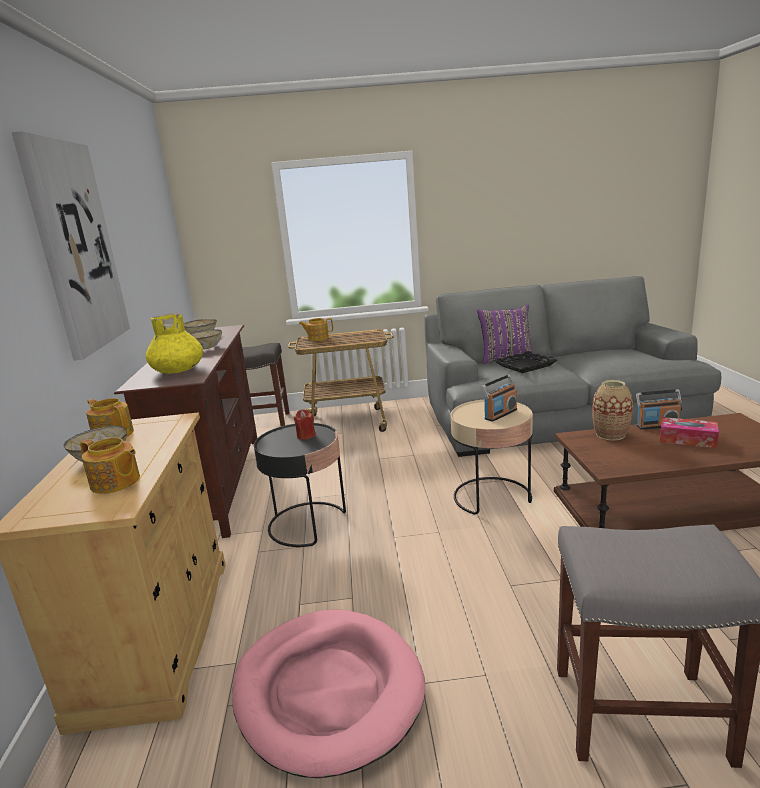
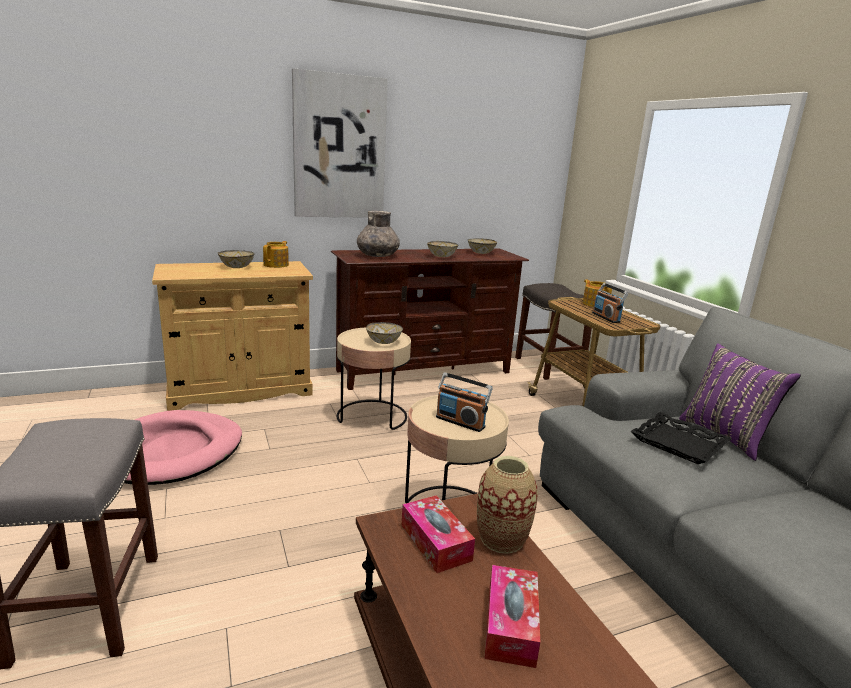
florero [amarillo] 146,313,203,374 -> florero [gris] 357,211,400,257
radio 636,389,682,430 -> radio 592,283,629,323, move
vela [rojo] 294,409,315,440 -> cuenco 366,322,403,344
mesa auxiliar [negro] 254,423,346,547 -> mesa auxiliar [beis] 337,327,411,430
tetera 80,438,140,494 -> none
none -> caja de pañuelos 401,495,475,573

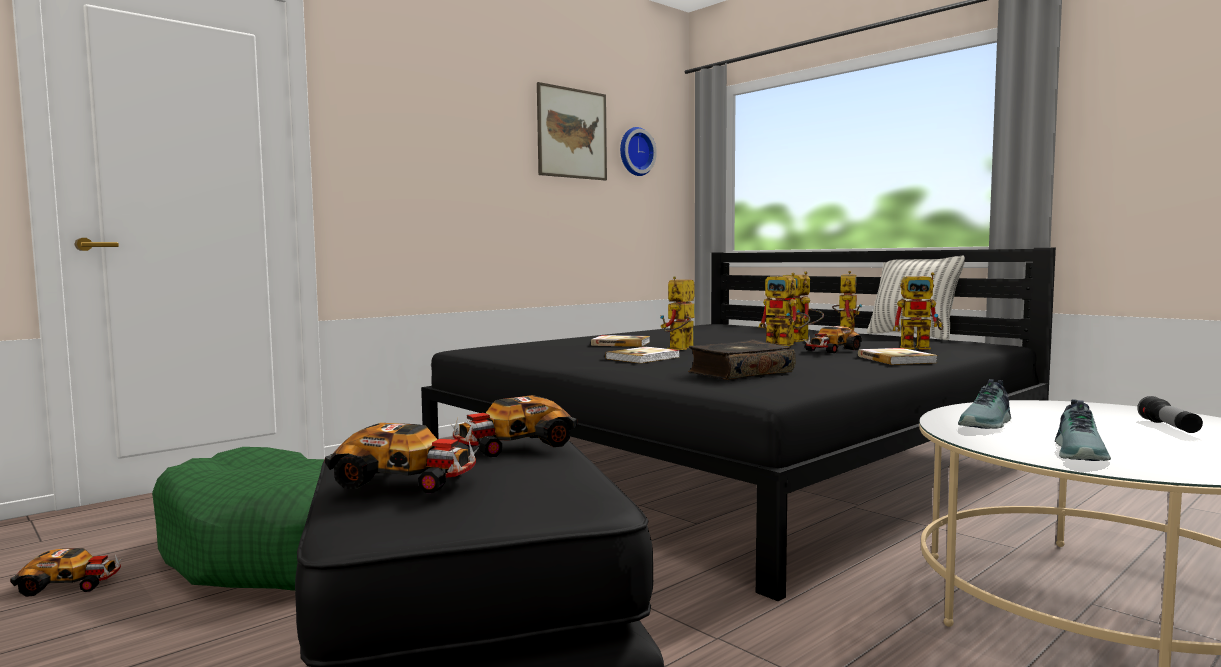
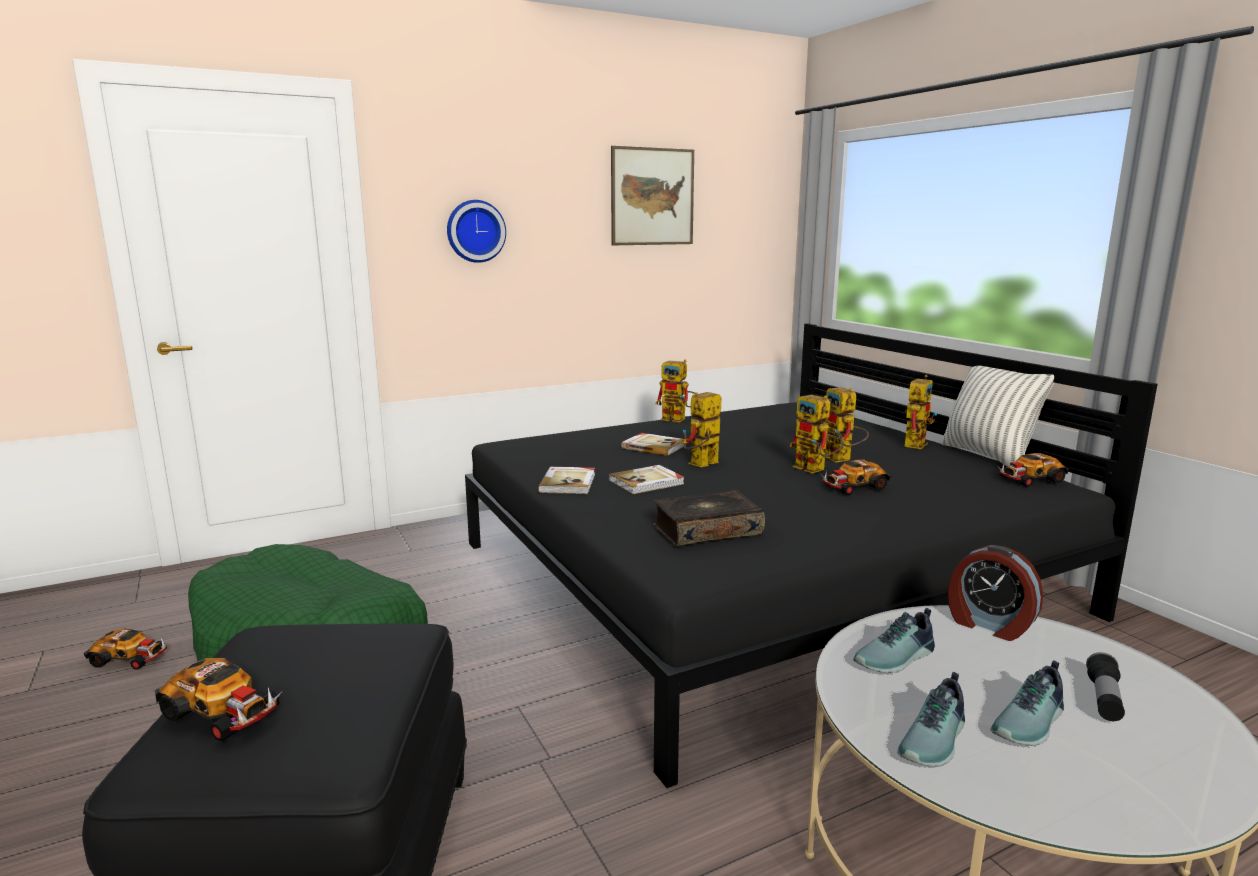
reloj de pared 620,127,657,176 -> reloj de pared 447,200,506,263, move
robot de juguete 893,272,943,350 -> robot de juguete 655,360,695,423, move
libro 858,348,938,365 -> libro 538,467,595,494, move
coche de juguete 450,395,578,457 -> coche de juguete 998,453,1069,487, move
none -> despertador 948,545,1043,641
none -> zapato 990,660,1064,746

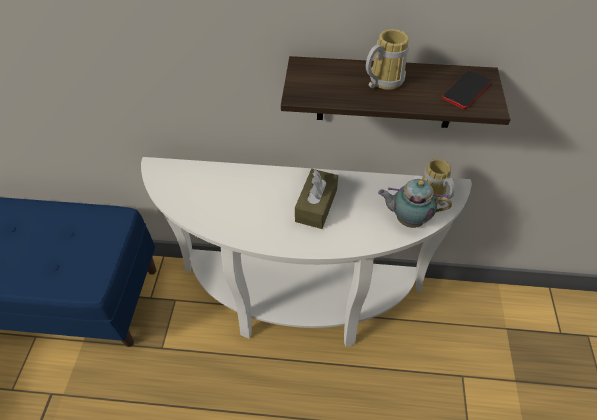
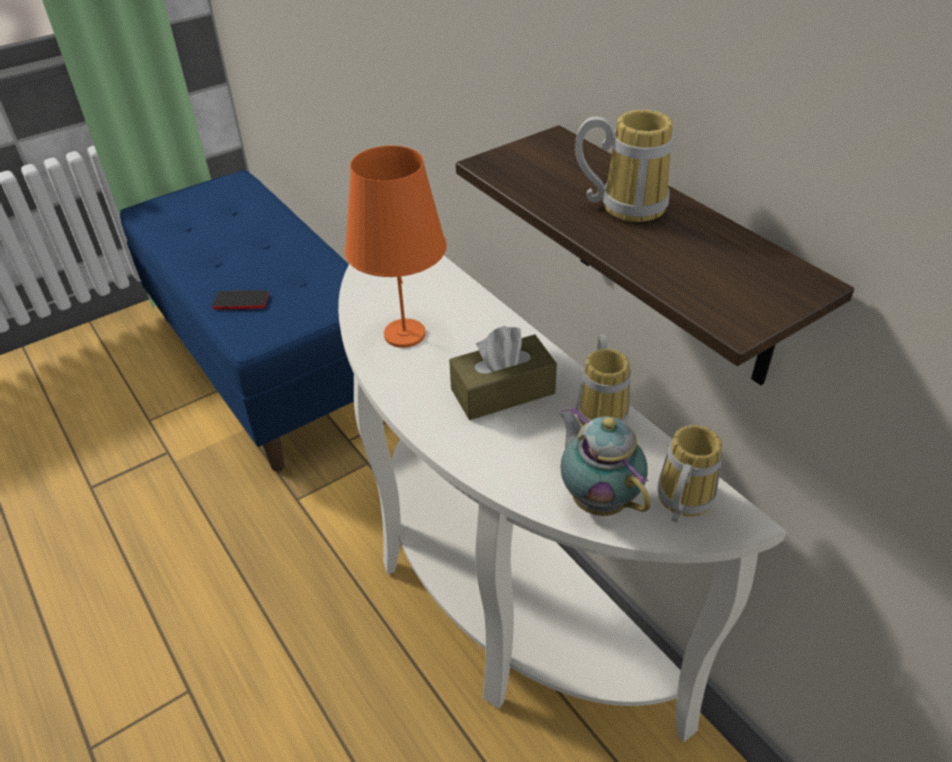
móvil 442,71,491,109 -> móvil 212,290,269,309, move
none -> lámpara de mesa [naranja] 345,146,447,348
none -> taza grande 576,334,631,426

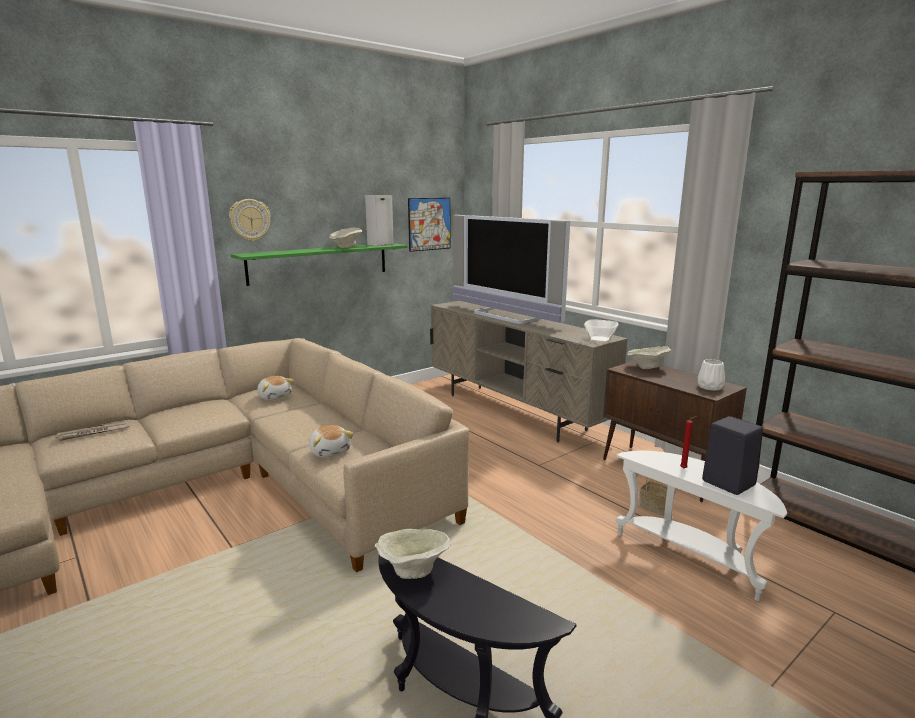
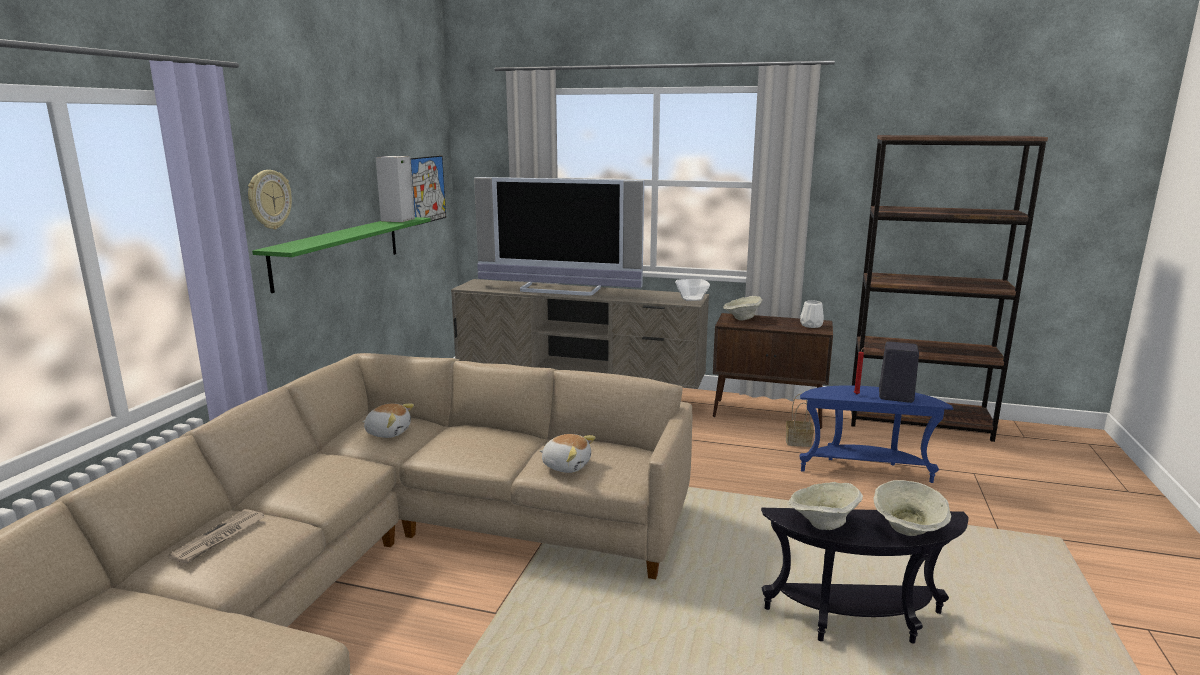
cuenco [beis] 329,228,362,248 -> cuenco [beis] 873,480,951,536, move
mesa auxiliar [blanco] 615,450,787,601 -> mesa auxiliar [azul] 799,385,953,483

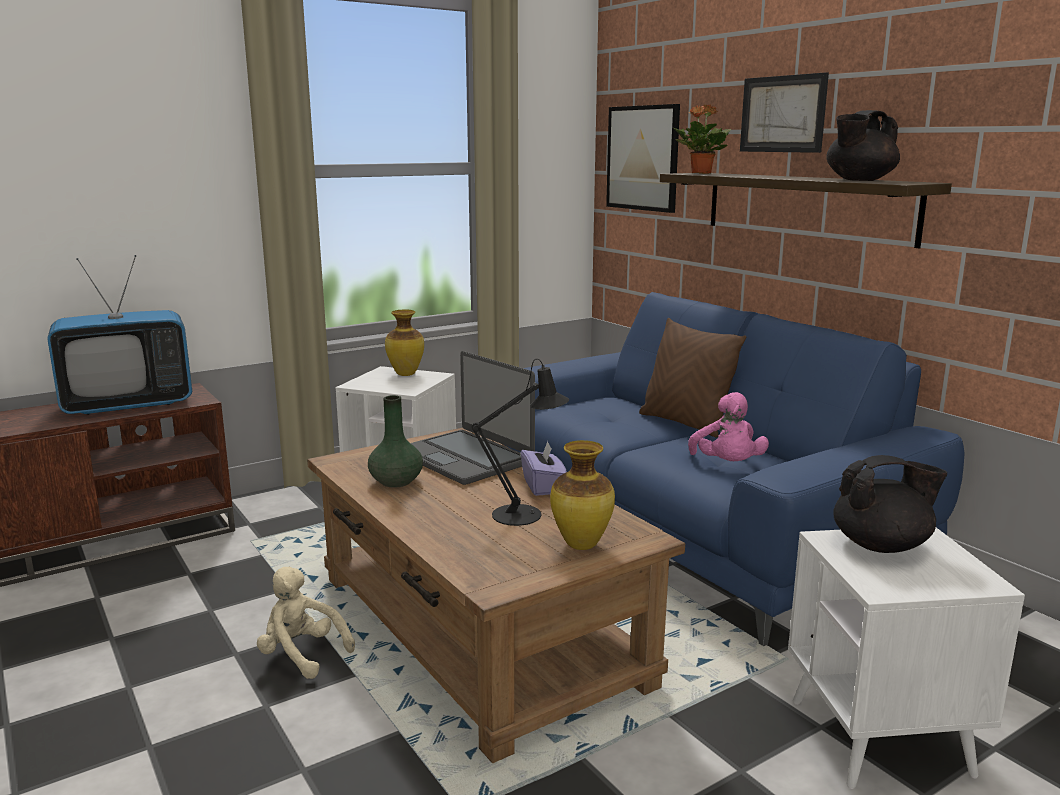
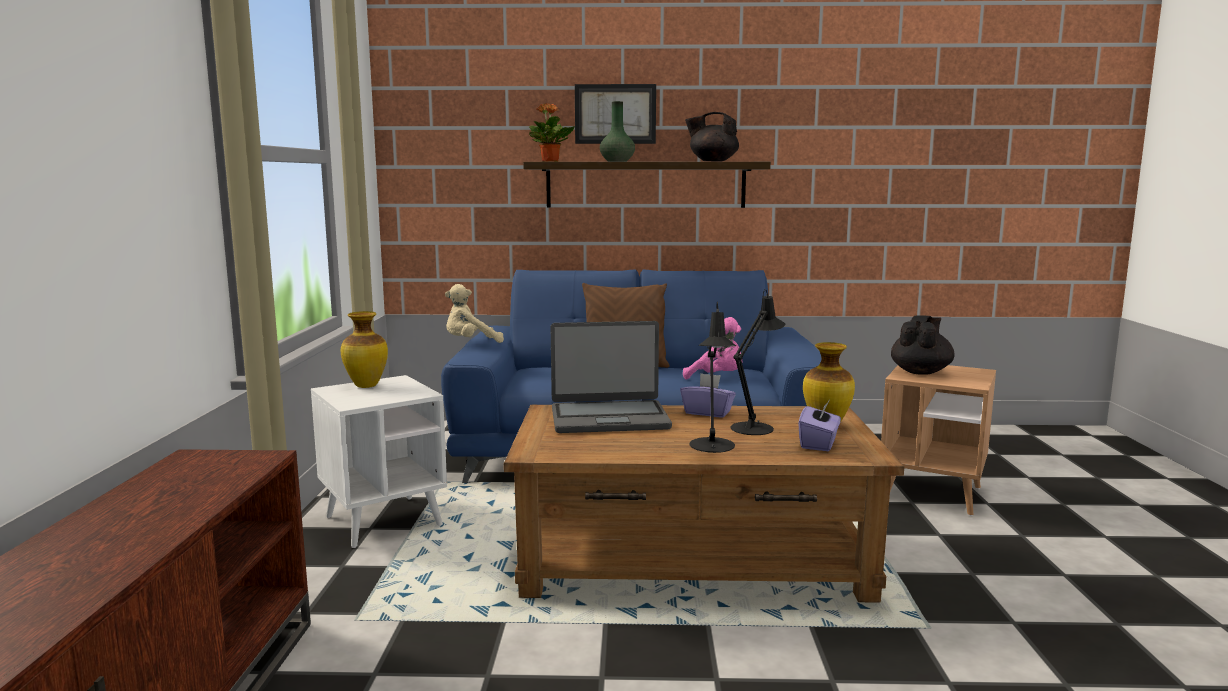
cuadro 606,104,680,213 -> none
tetera [negro] 826,110,900,181 -> tetera [negro] 685,112,739,162, 105 degrees clockwise
televisor 47,255,192,415 -> none
florero [verde] 368,395,423,488 -> florero [verde] 600,101,635,162, move
mesa auxiliar [blanco] 788,528,1025,789 -> mesa auxiliar [marrón] 881,365,996,516
peluche [beis] 257,567,355,679 -> peluche [beis] 445,284,504,343, move
none -> lámpara de mesa [negro] 689,302,736,453
none -> caja de pañuelos [morado] 798,401,841,451

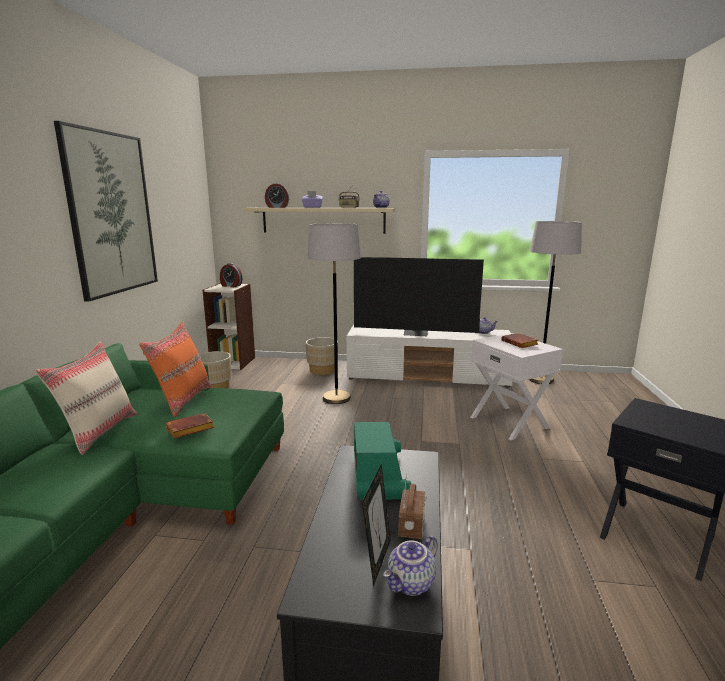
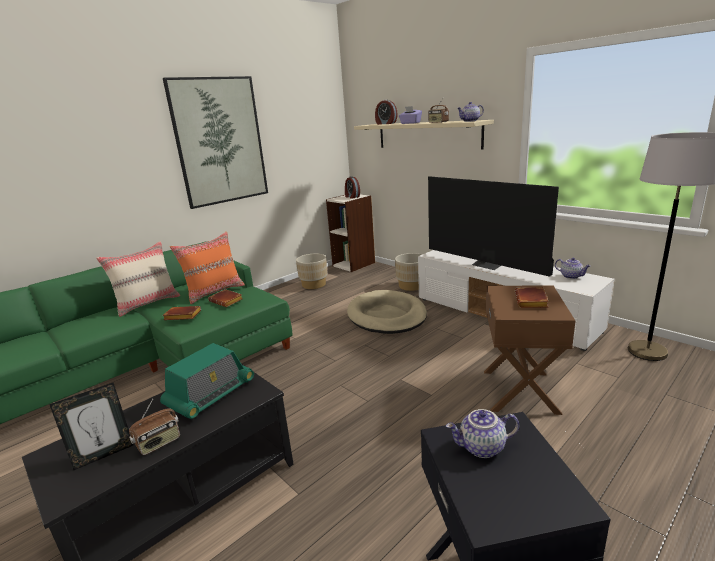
lámpara de pie [gris] 307,223,361,404 -> cama para perro [beis] 347,290,427,334
mesa auxiliar [blanco] 470,333,563,440 -> mesa auxiliar [marrón] 484,286,575,415
tetera 383,535,438,596 -> tetera 446,409,519,458, move
none -> libro [marrón] 208,289,243,307

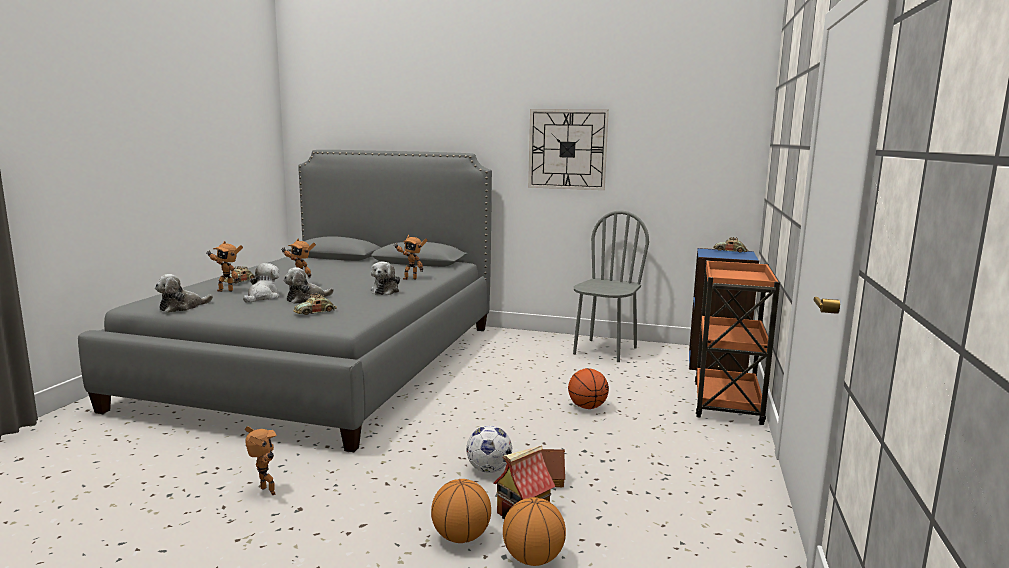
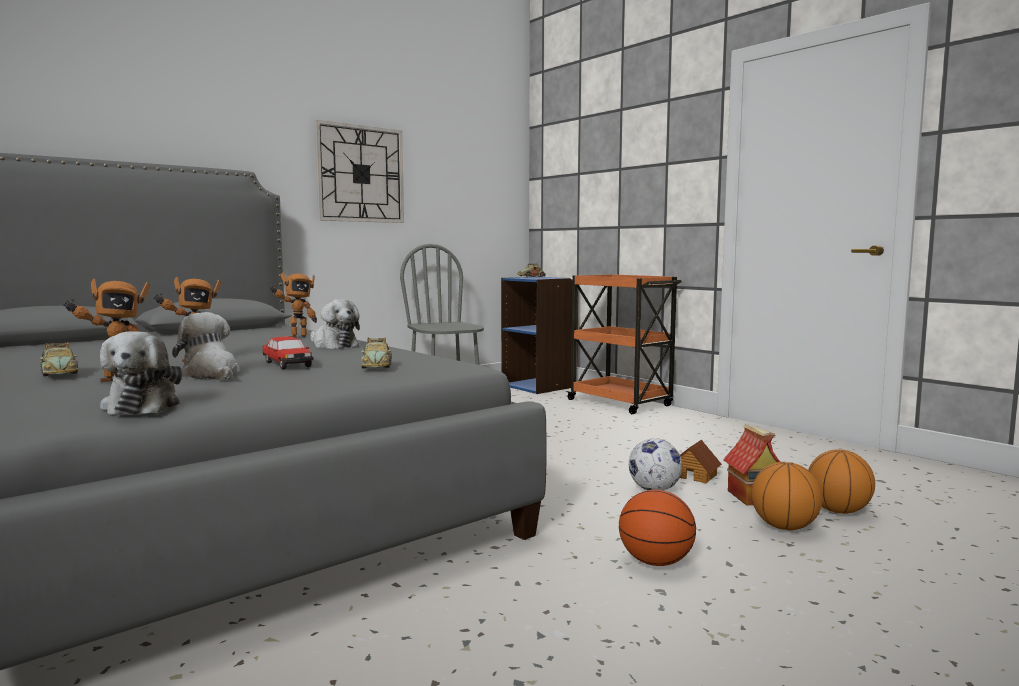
peluche 283,267,334,304 -> coche de juguete 262,337,314,370
balón de baloncesto 568,368,609,409 -> balón de baloncesto 619,490,696,566, move
robot de juguete 245,426,277,495 -> none

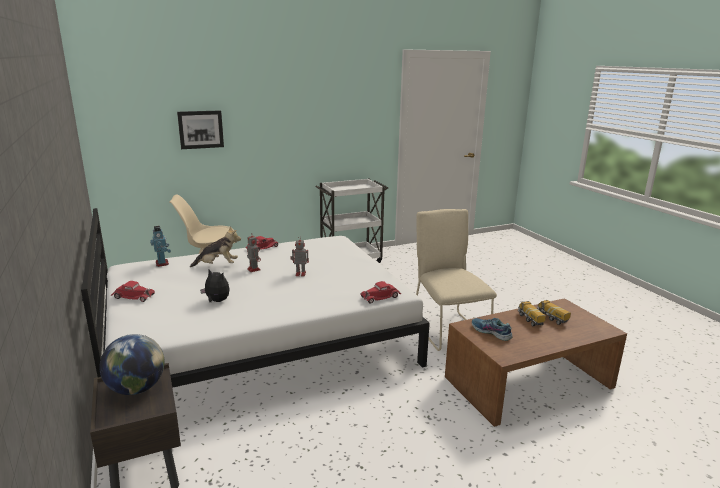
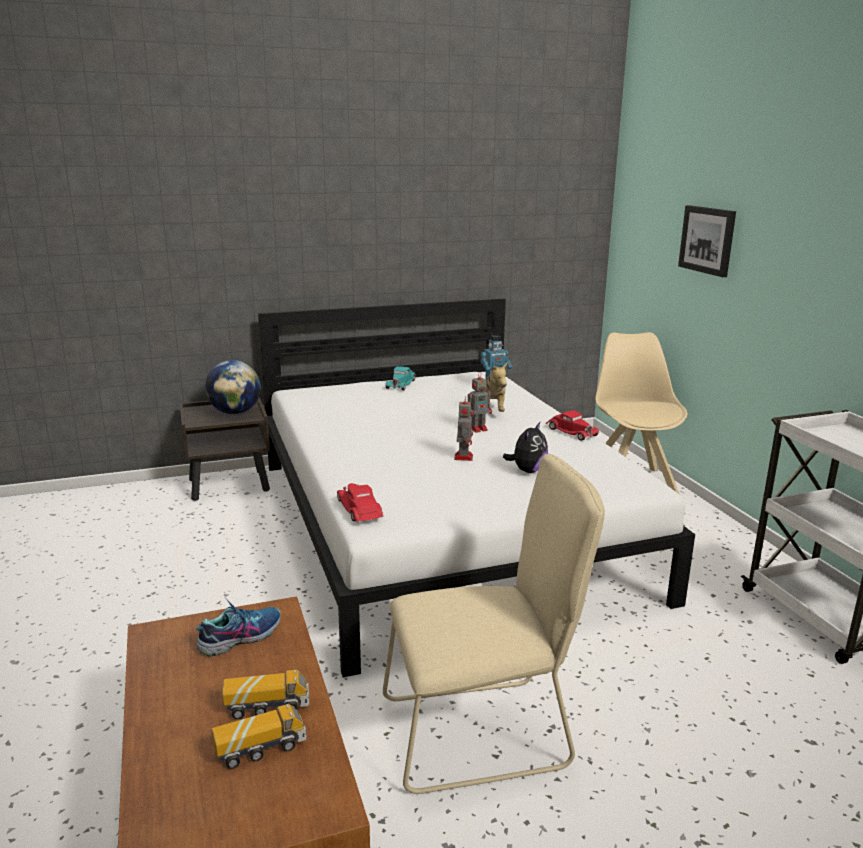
peluche 200,269,230,302 -> peluche 503,422,548,473, move
coche de juguete [rojo] 111,281,155,302 -> coche de juguete [turquesa] 385,366,416,390

